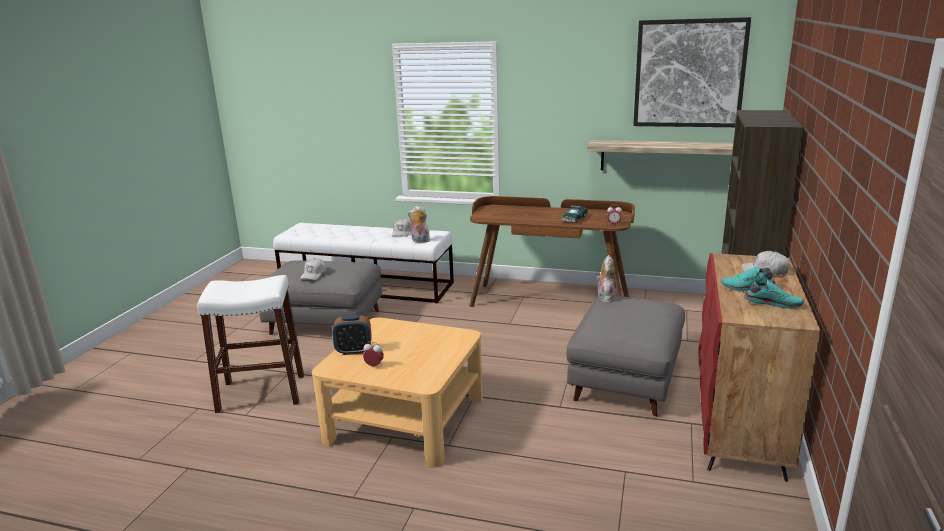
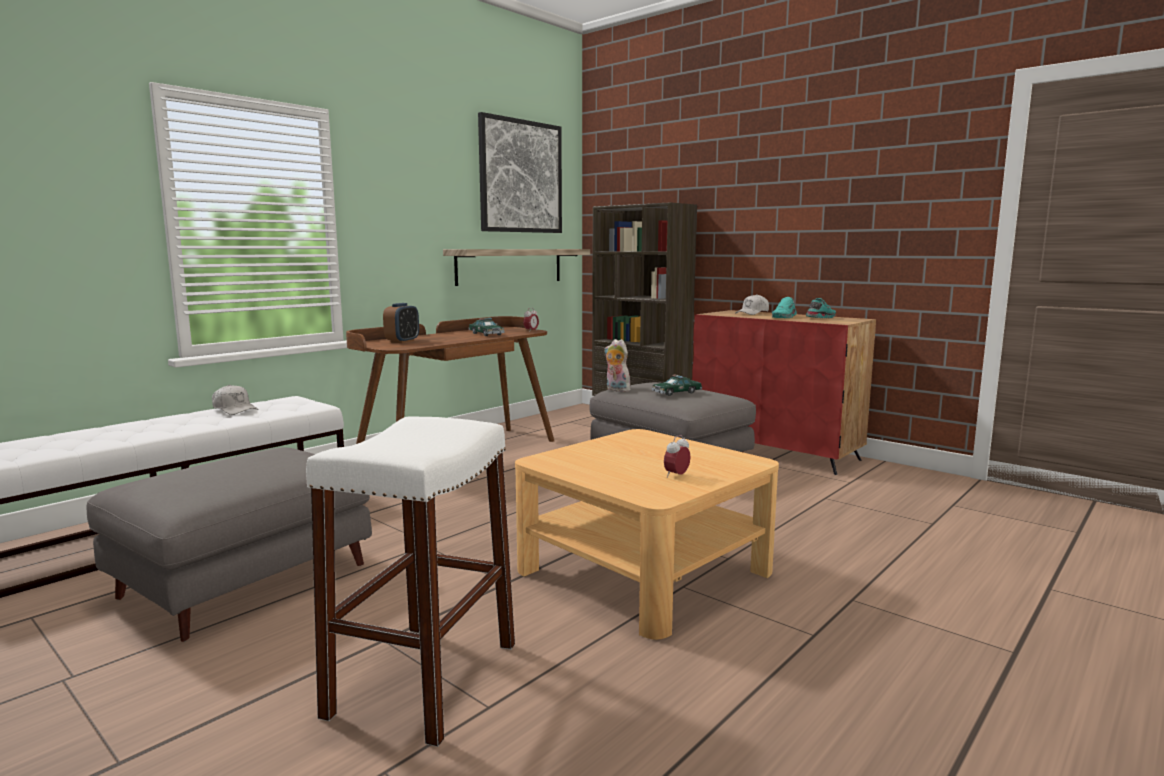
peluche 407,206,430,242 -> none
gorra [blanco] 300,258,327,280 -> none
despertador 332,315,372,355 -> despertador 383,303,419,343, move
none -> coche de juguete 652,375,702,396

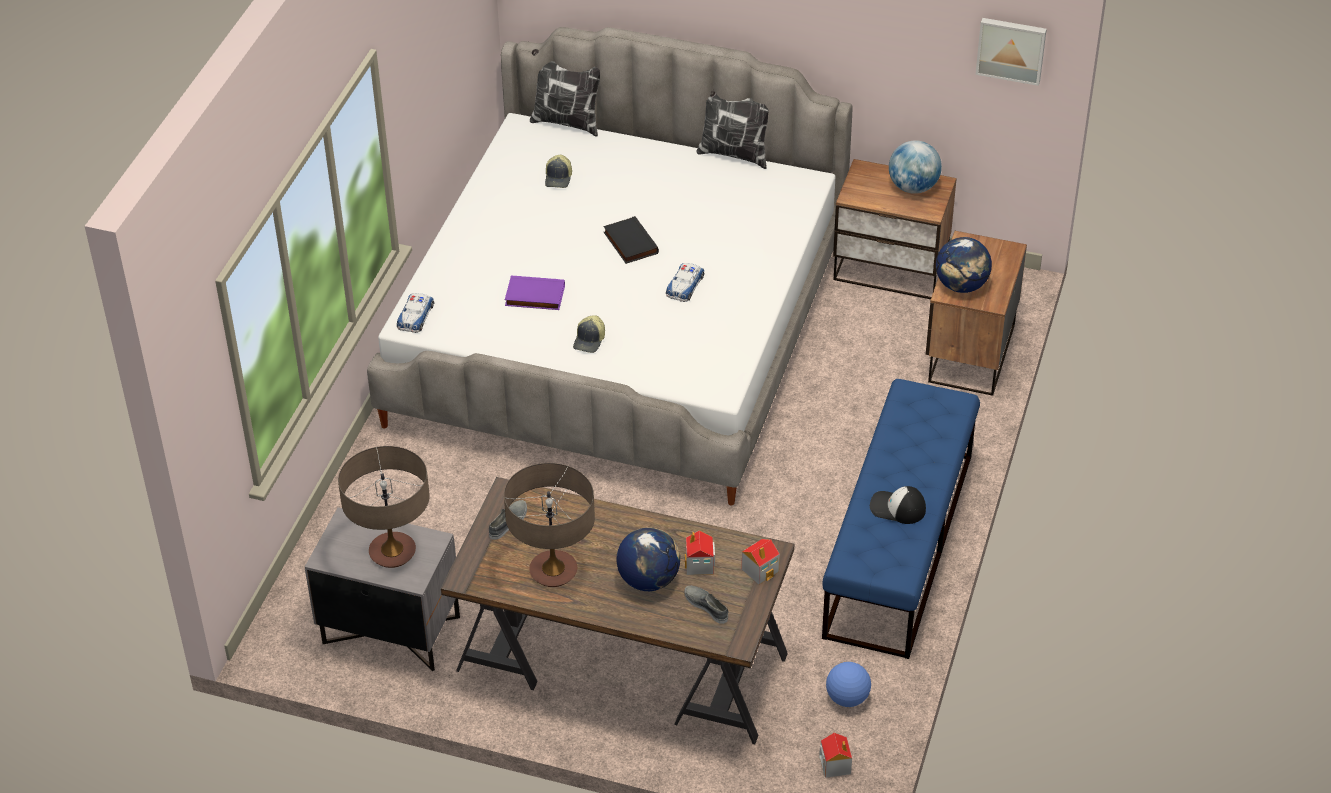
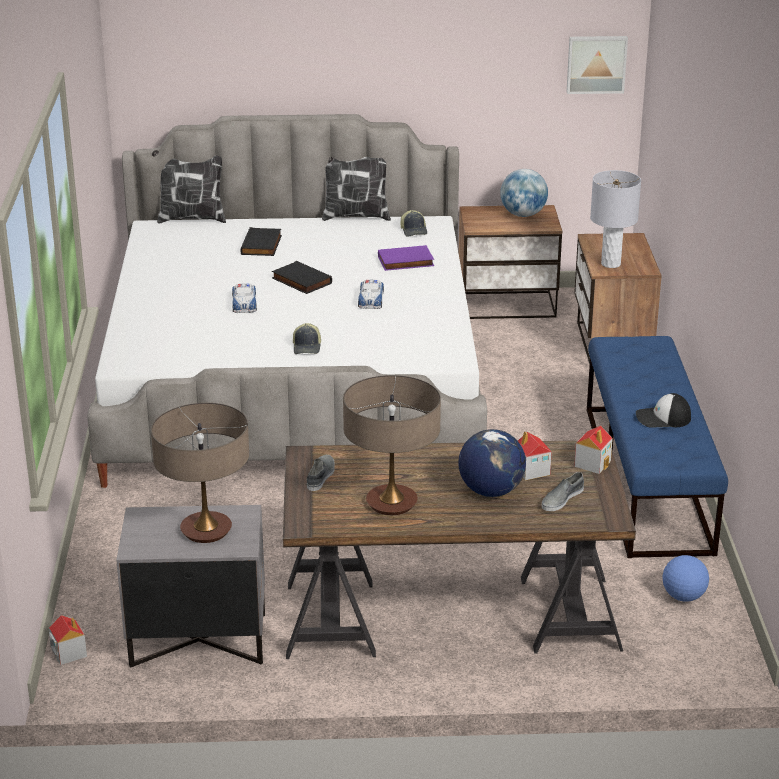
gorra 545,155,572,188 -> gorra 400,210,427,237, move
globo terráqueo 936,237,992,293 -> lámpara de mesa [gris] 590,170,641,268
libro [morado] 505,276,565,310 -> libro [morado] 378,245,434,271, move
coche de juguete 397,293,435,333 -> coche de juguete 232,283,257,313, move
zapato [gris] 685,586,729,624 -> zapato [gris] 542,472,584,511, 75 degrees counterclockwise
casita 819,733,852,778 -> casita 49,615,87,665, move
none -> libro [negro] 240,227,282,256

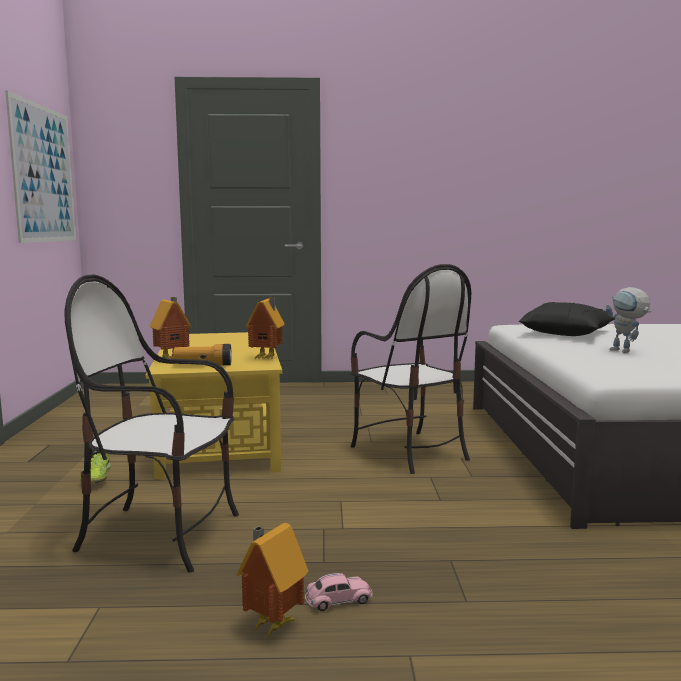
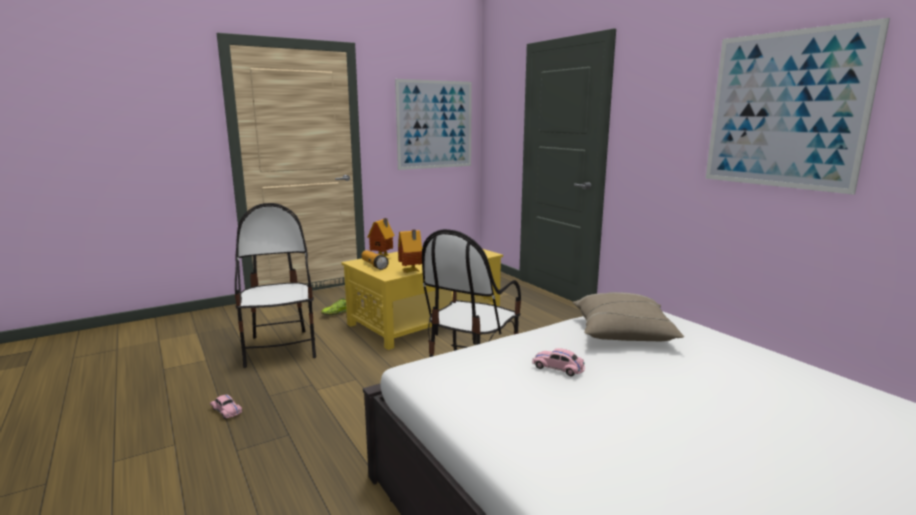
robot de juguete 606,287,651,353 -> coche de juguete [rosa] 532,348,585,376
cojín [negro] 519,302,615,336 -> cojín [beis] 573,292,684,342
casita 237,523,308,640 -> none
none -> cuadro 706,18,890,195

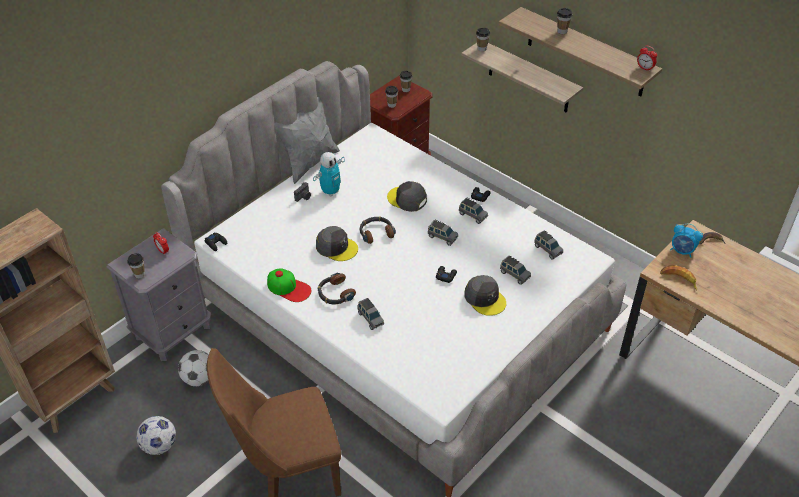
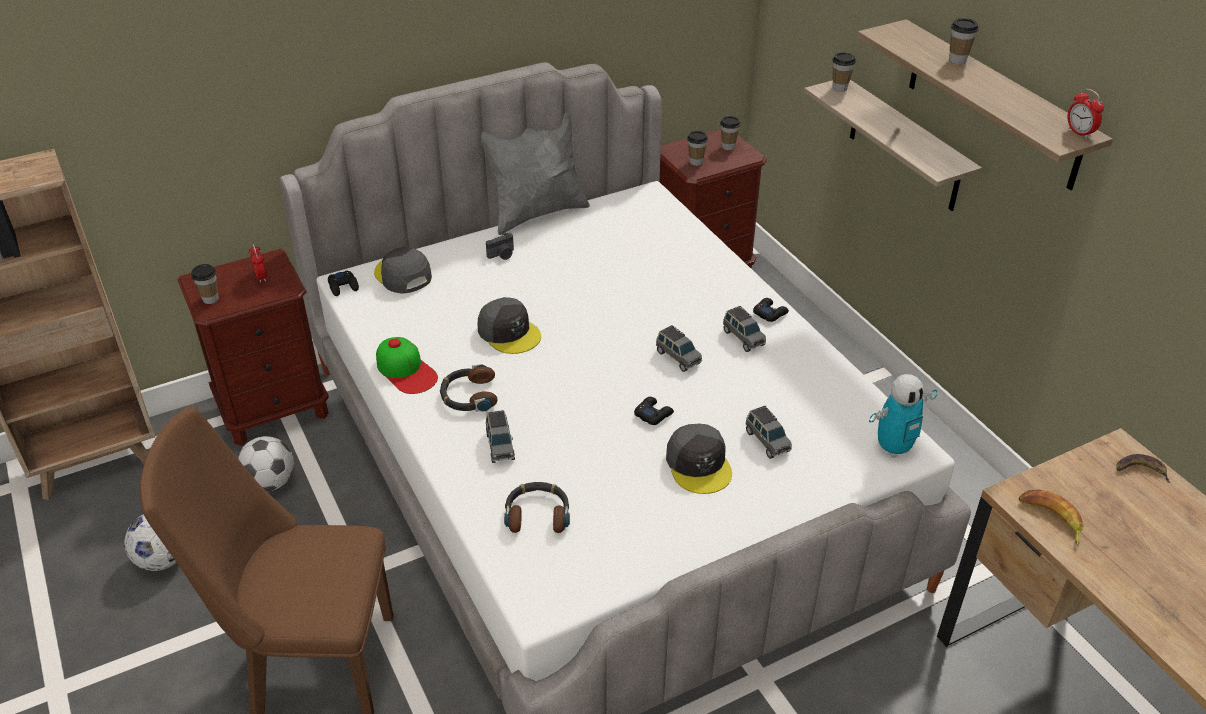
robot de juguete 313,152,345,197 -> robot de juguete 869,374,937,458, move
gorra [gris] 387,181,427,212 -> gorra [gris] 374,247,432,294, move
auriculares 360,216,396,244 -> auriculares 504,482,570,533, move
despertador 670,223,703,258 -> none
mesita de noche [gris] 107,229,211,361 -> mesita de noche [marrón] 178,249,329,446
coche de juguete [gris] 534,230,563,260 -> none

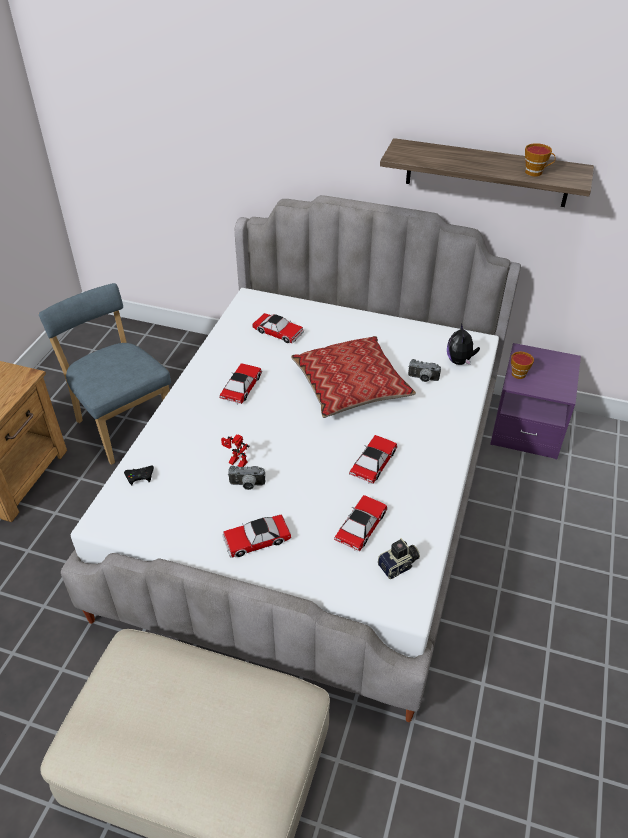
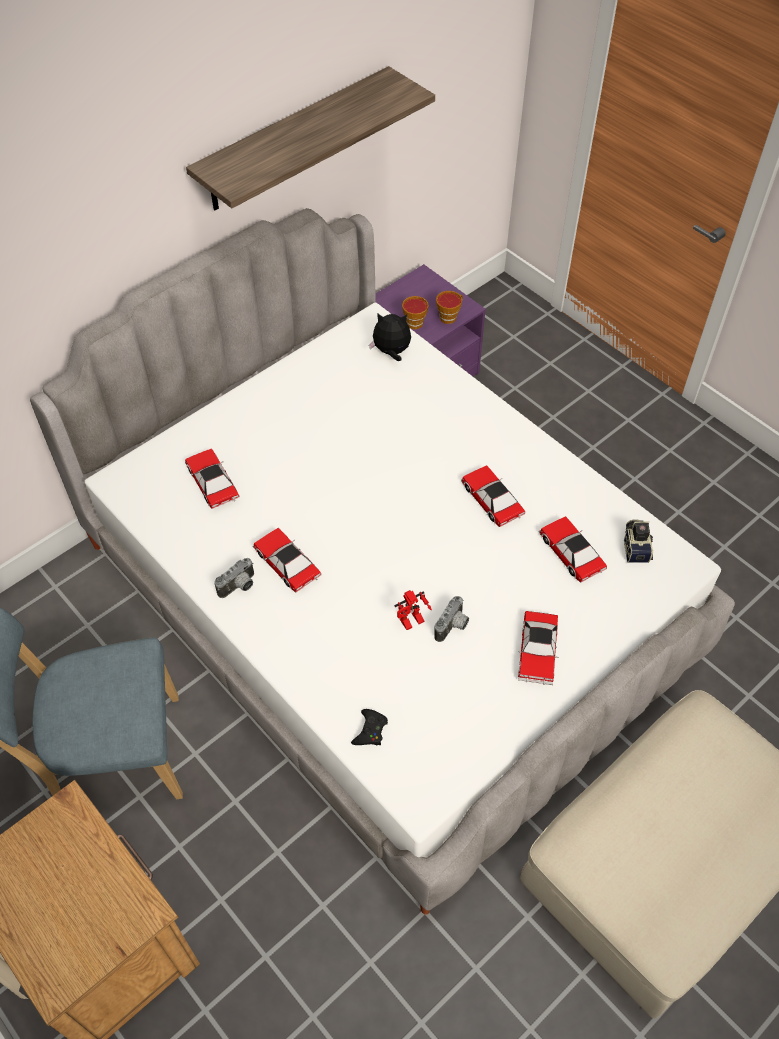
taza 525,143,556,176 -> taza 436,291,463,324, move
coche de juguete 252,313,304,343 -> coche de juguete 185,448,240,509, 90 degrees counterclockwise
peluche 447,323,480,365 -> peluche 369,314,411,361, 150 degrees clockwise
cojín 291,336,416,418 -> none
cámara 408,359,441,382 -> cámara 214,558,254,598, move

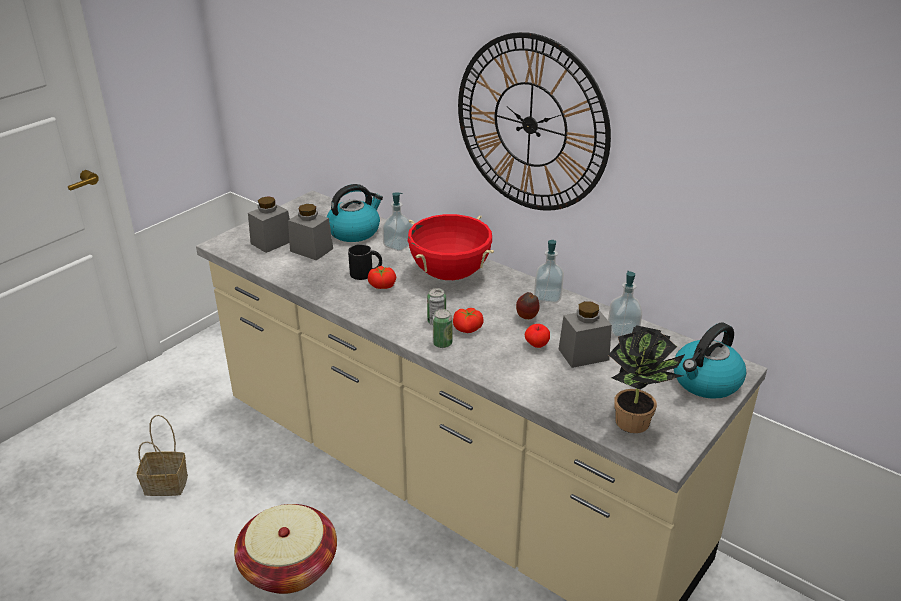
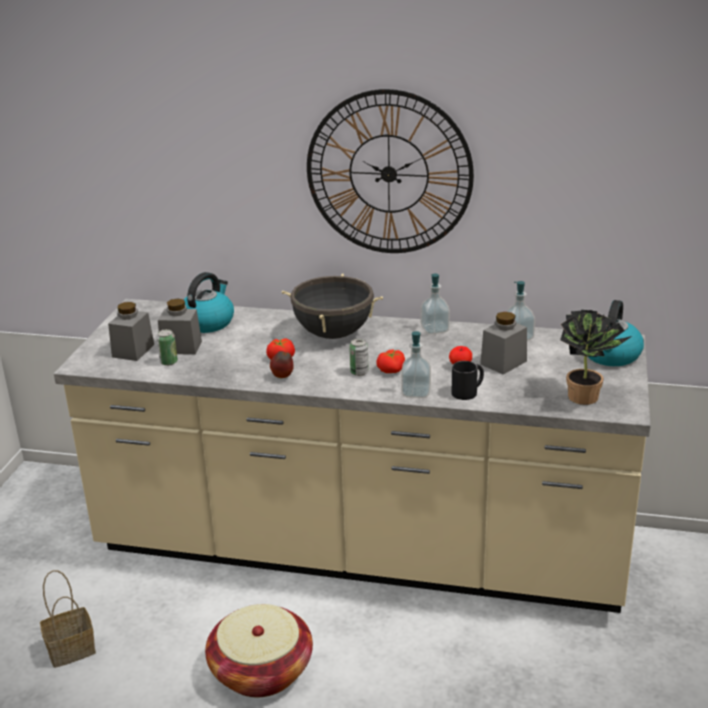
dispensador de jabón 382,192,412,251 -> dispensador de jabón 401,331,431,398, move
olla [rojo] 408,214,494,280 -> olla [negro] 282,274,383,339
taza grande [negro] 348,244,382,280 -> taza grande [negro] 452,361,484,400, move
manzana 516,292,540,319 -> manzana 270,351,294,378, move
lata 433,309,452,348 -> lata 157,329,178,366, move

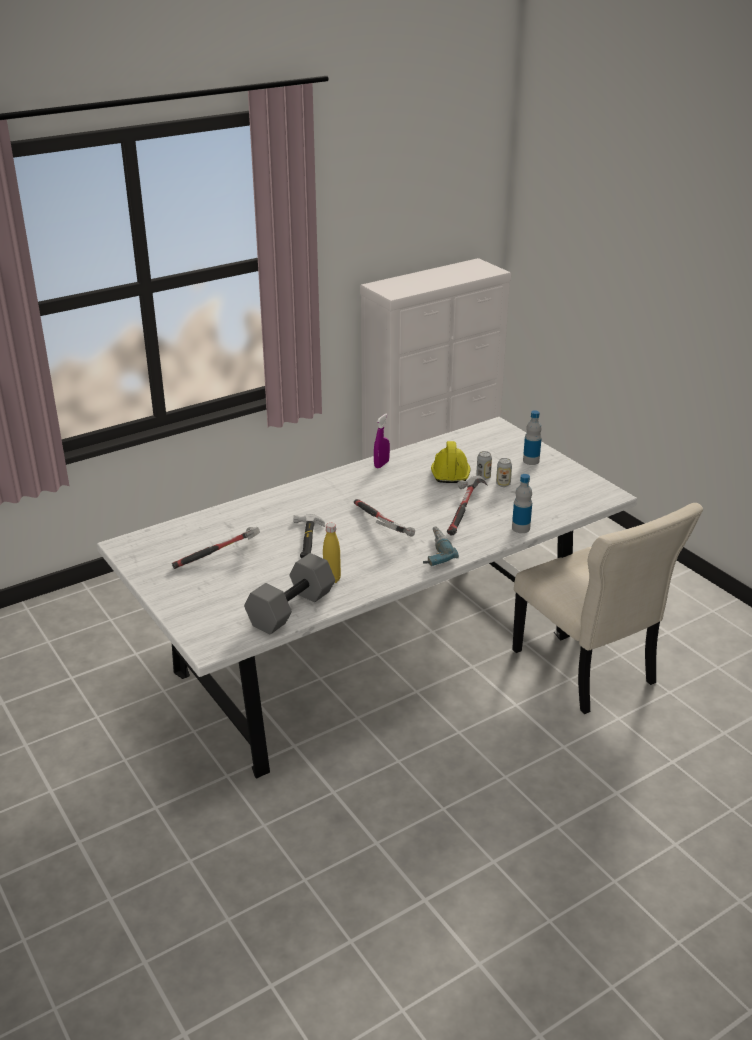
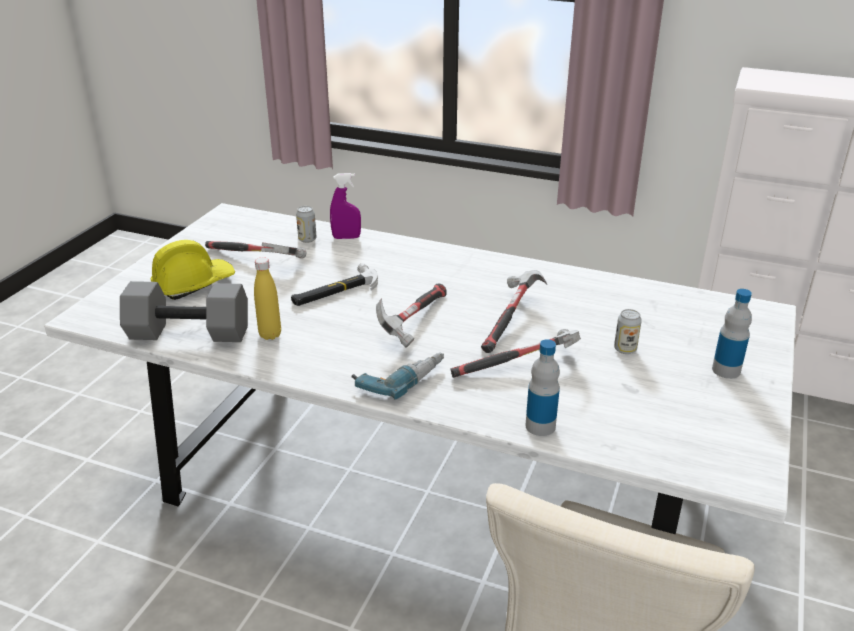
pulverizador [morado] 374,413,390,468 -> pulverizador [morado] 330,173,361,239, move
casco [amarillo] 431,441,471,483 -> casco [amarillo] 151,240,235,300, move
lata 496,458,512,487 -> lata 296,206,316,243, move
none -> martillo 481,270,547,353

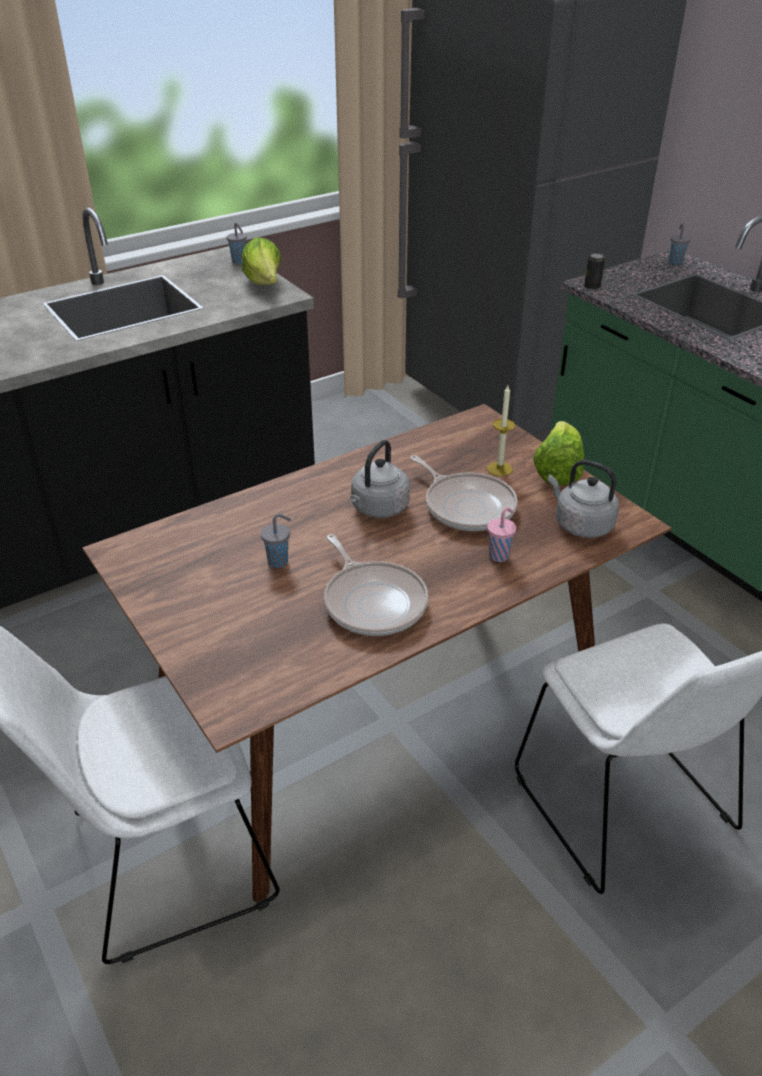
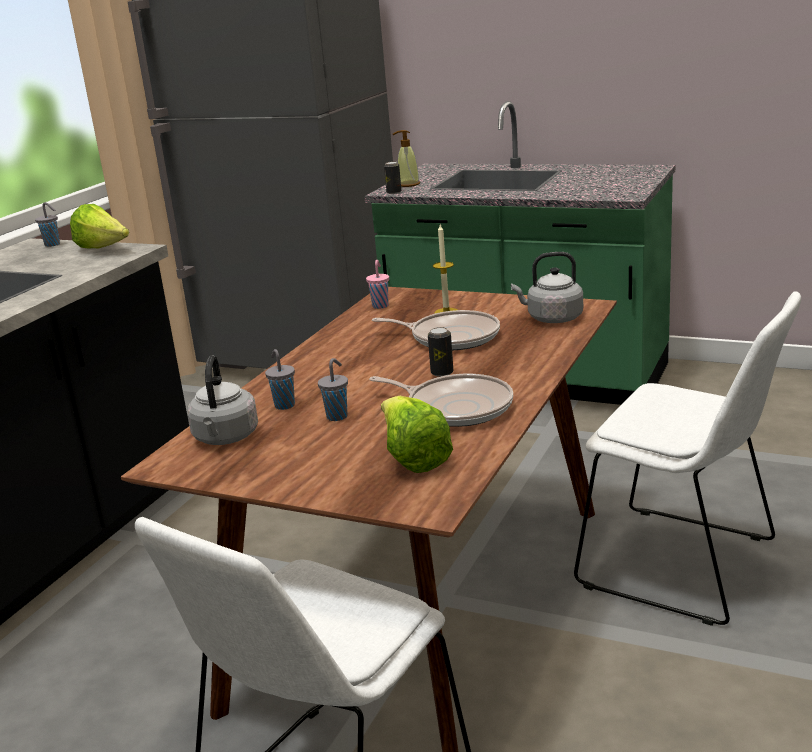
taza [gris] 669,223,690,265 -> taza [gris] 265,349,295,410, move
lechuga 533,421,584,485 -> lechuga 381,396,453,473, move
hervidor [gris] 350,440,410,518 -> hervidor [gris] 187,355,258,445, move
taza [rosa] 487,507,516,562 -> taza [rosa] 366,260,389,309, move
none -> dispensador de jabón 393,130,420,187
none -> lata 428,327,453,377

